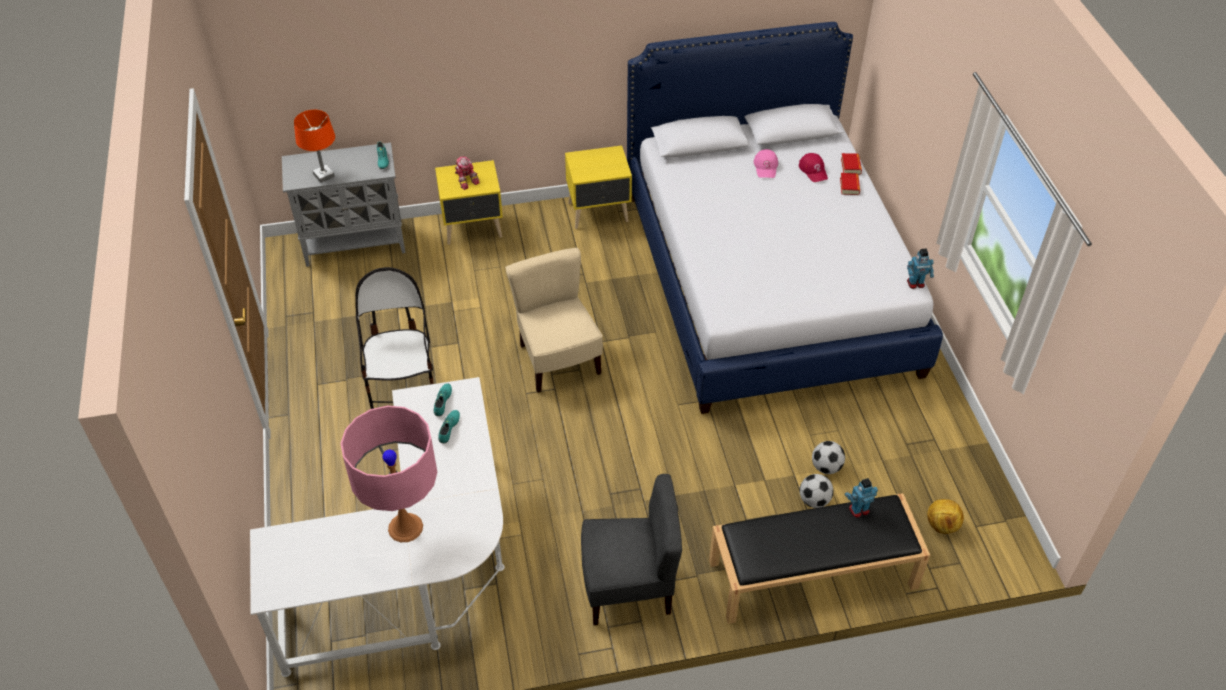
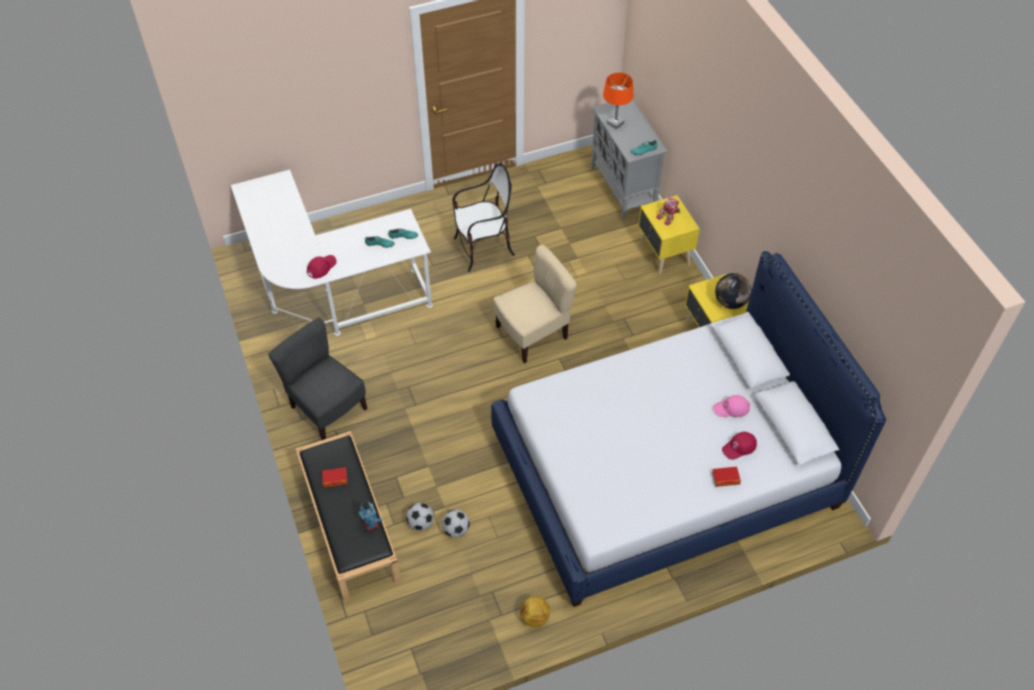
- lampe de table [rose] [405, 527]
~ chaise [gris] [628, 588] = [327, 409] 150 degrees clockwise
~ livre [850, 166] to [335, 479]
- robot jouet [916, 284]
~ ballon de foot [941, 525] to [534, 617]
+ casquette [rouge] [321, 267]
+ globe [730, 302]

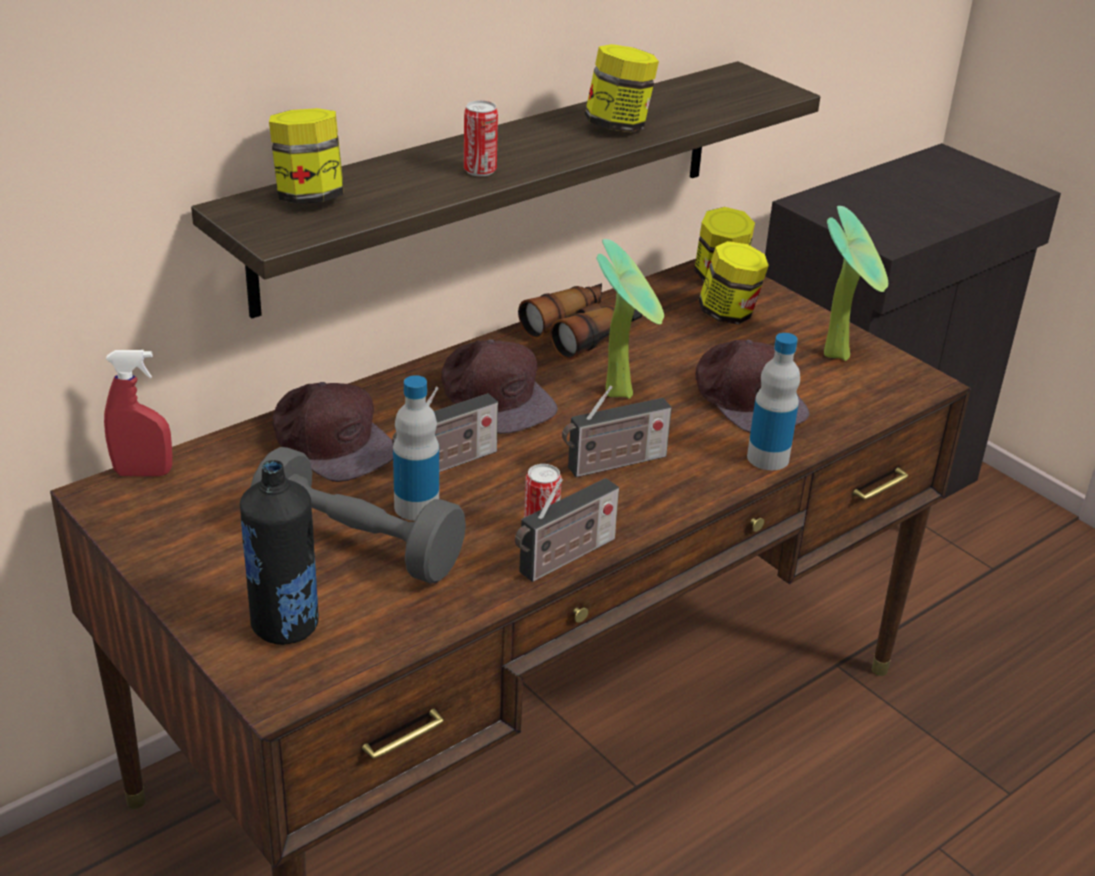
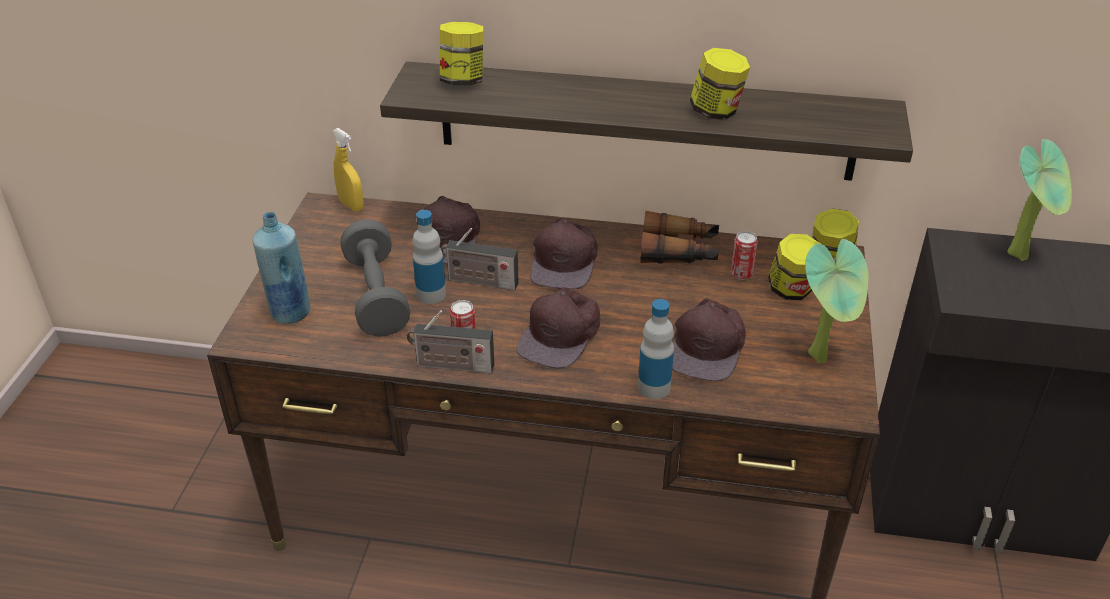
~ vaporisateur [rouge] [143, 473] to vaporisateur [jaune] [351, 205]
~ bouteille [noir] [285, 626] to bouteille [bleu] [290, 313]
~ boîte métallique [480, 171] to [741, 274]
~ radio [613, 464] to casquette [marron] [561, 334]
~ plante en pot [622, 391] to [1022, 255]

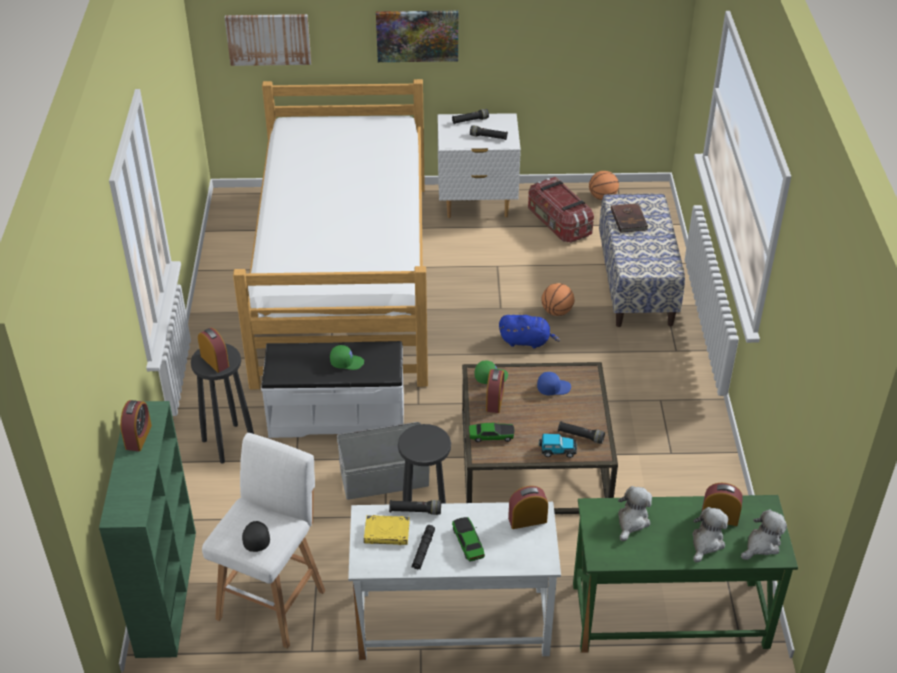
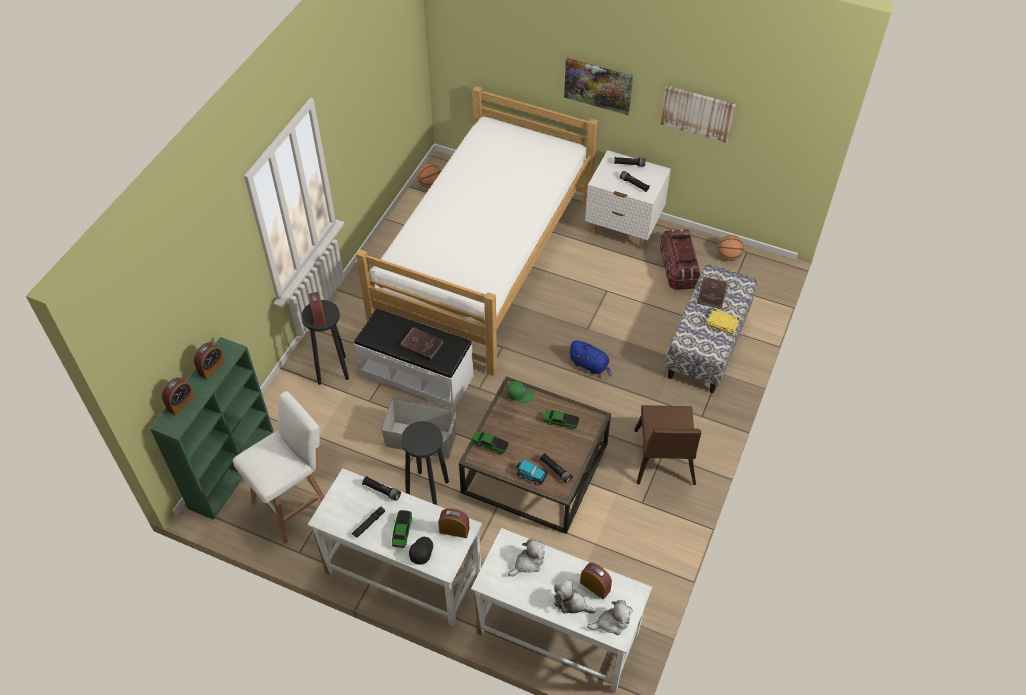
~ tableau [268, 39] to [697, 113]
~ casquette [noir] [255, 538] to [421, 551]
~ casquette [vert] [347, 362] to livre [marron] [422, 344]
~ livre [jaune] [387, 532] to [723, 323]
~ réveil [494, 401] to [181, 403]
~ casquette [bleu] [553, 388] to petite voiture [560, 422]
~ ballon de basket [557, 312] to [430, 184]
~ bureau [vert] [669, 616] to bureau [blanc] [557, 634]
~ peluche [706, 542] = [571, 603] 120 degrees counterclockwise
+ chaise [marron] [663, 462]

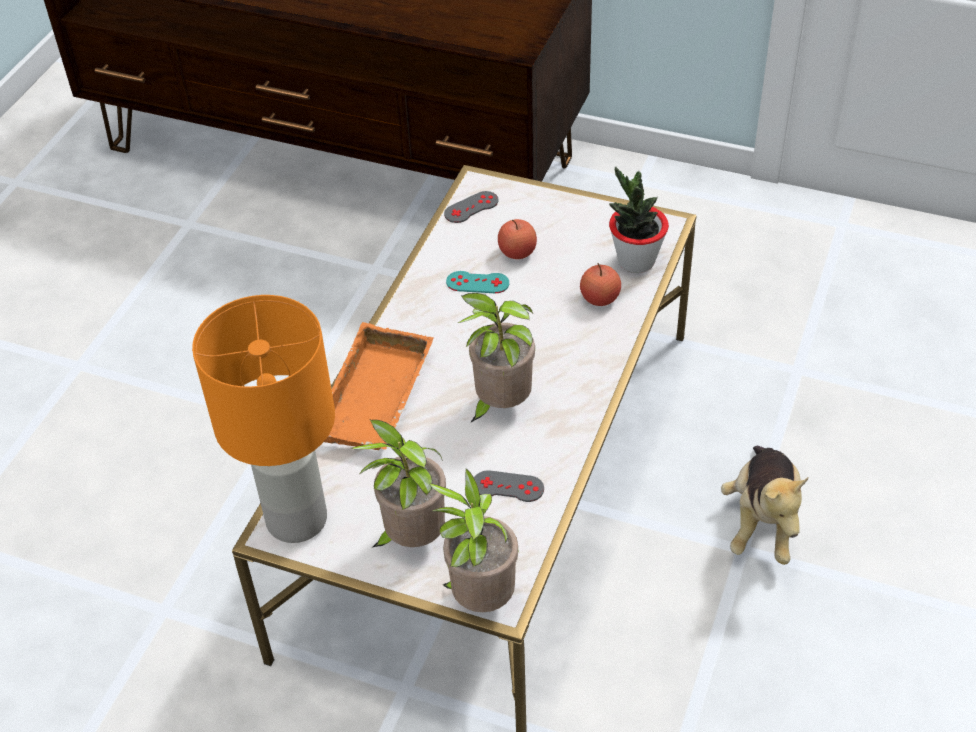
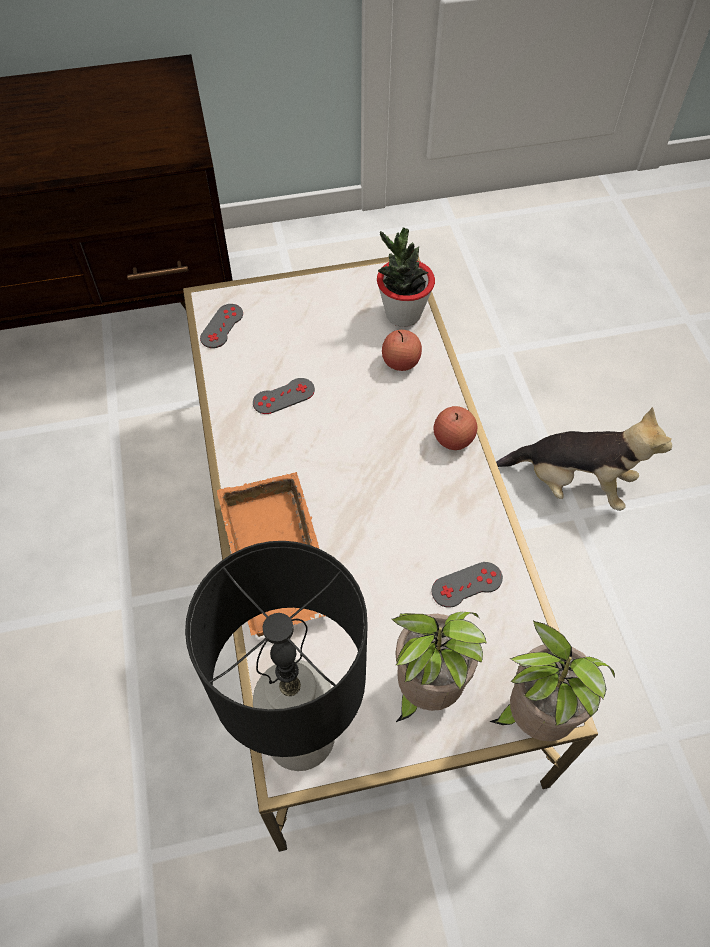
~ lampe de table [orange] [295, 520] to lampe de table [noir] [300, 738]
~ manette [turquoise] [477, 282] to manette [gris] [283, 396]
- plante en pot [499, 405]
~ pomme [517, 252] to [453, 439]
~ peluche [762, 521] = [573, 483] 45 degrees counterclockwise

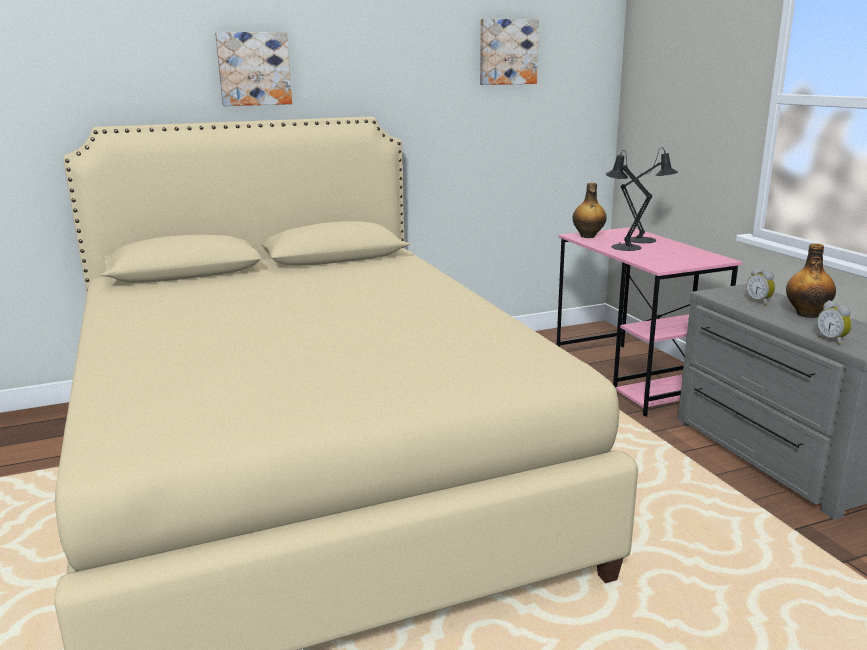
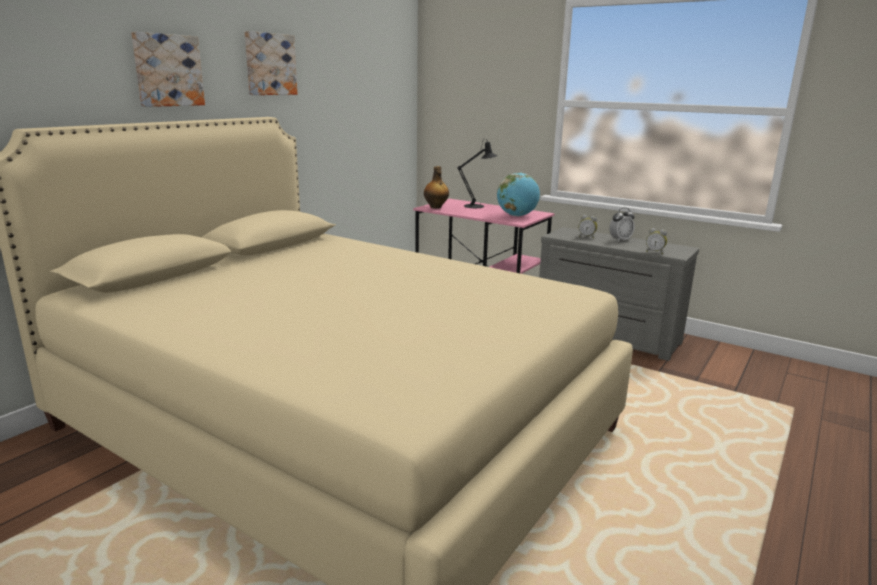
~ tableau [507, 52] to [269, 64]
- lampe de table [noir] [622, 246]
~ bouteille [807, 314] to réveil [620, 240]
+ globe [517, 216]

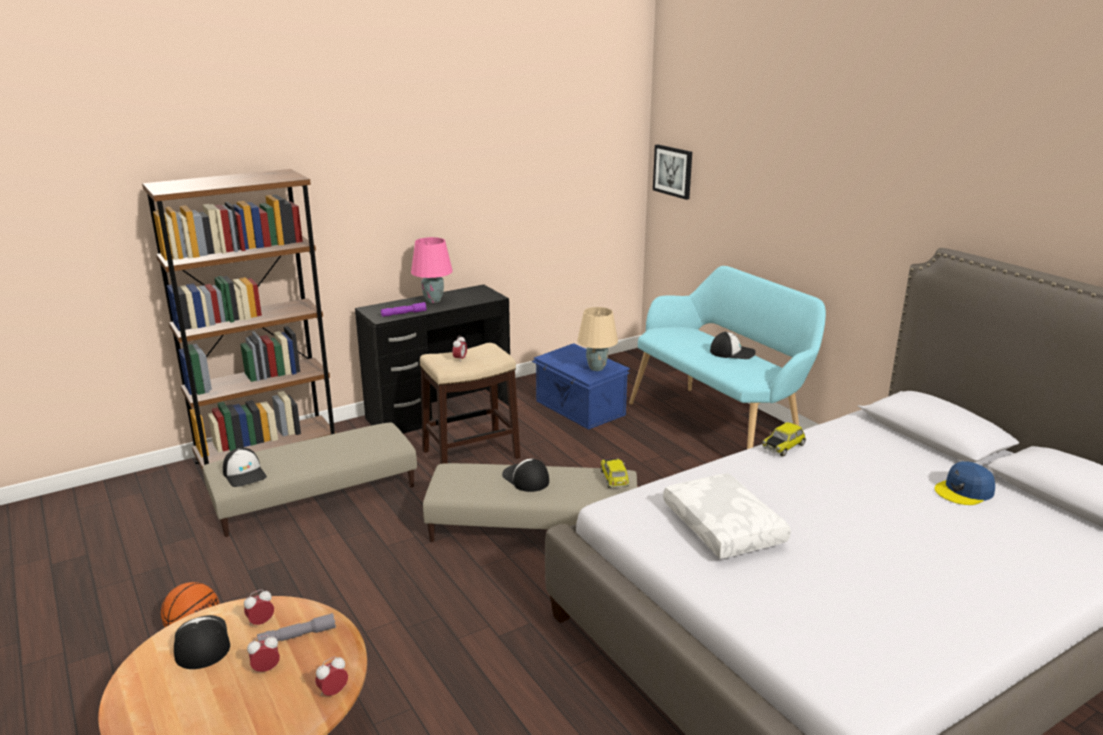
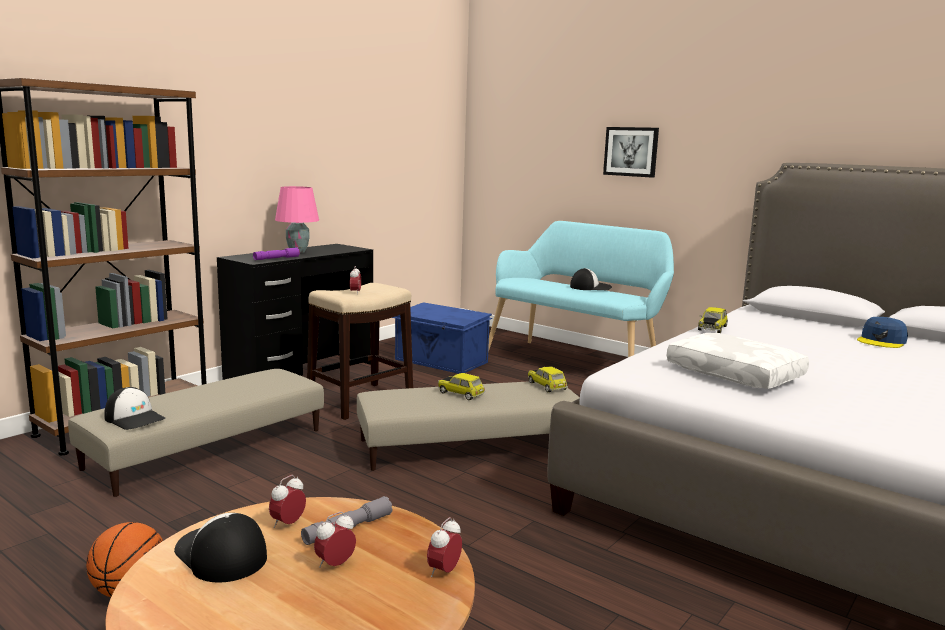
~ casquette [525, 478] to petite voiture [462, 393]
- lampe de table [beige] [596, 368]
~ tableau [673, 171] to [631, 151]

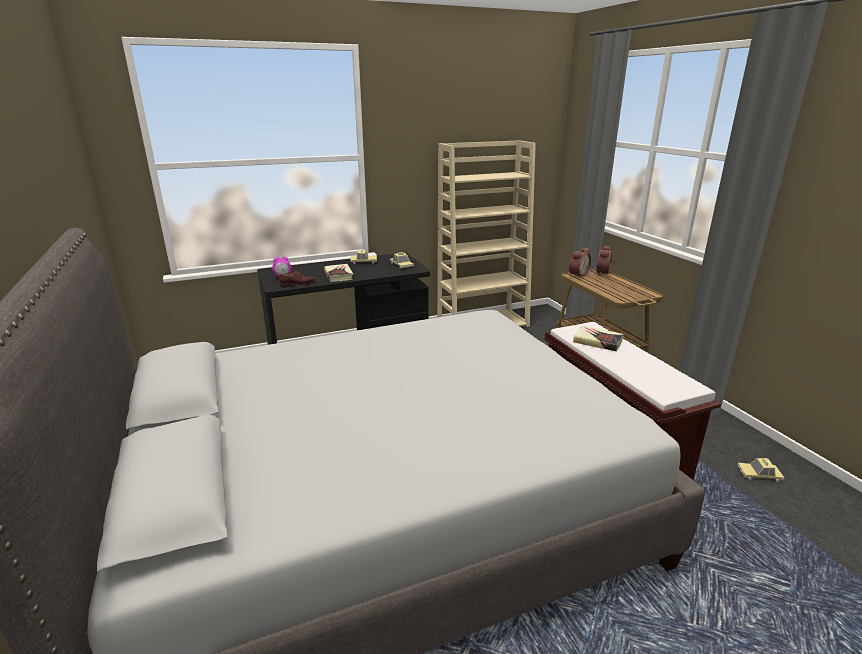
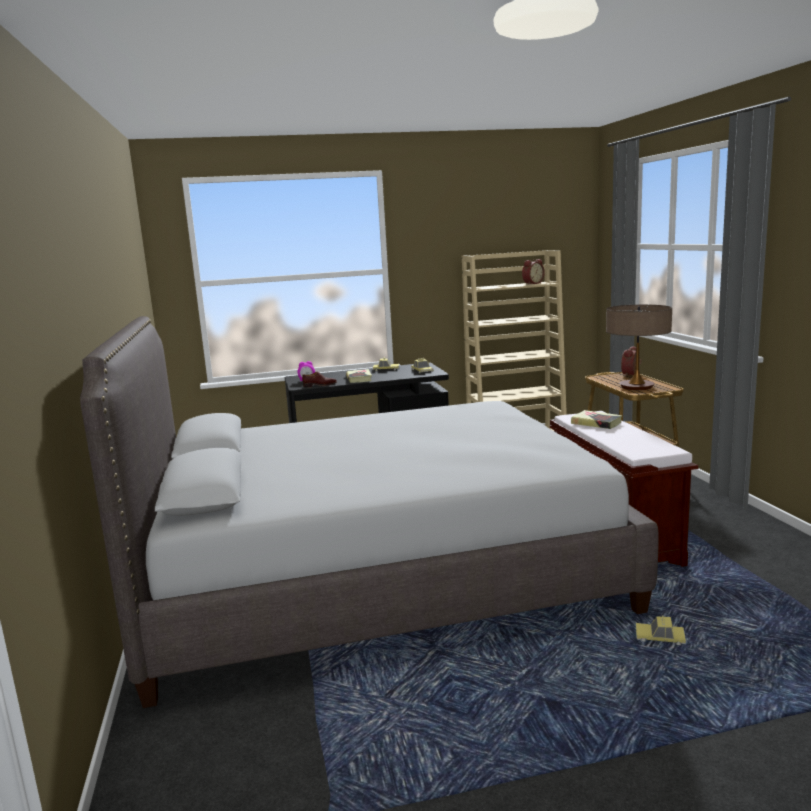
~ réveil [577, 274] to [532, 283]
~ petite voiture [759, 474] to [660, 637]
+ lampe de table [636, 387]

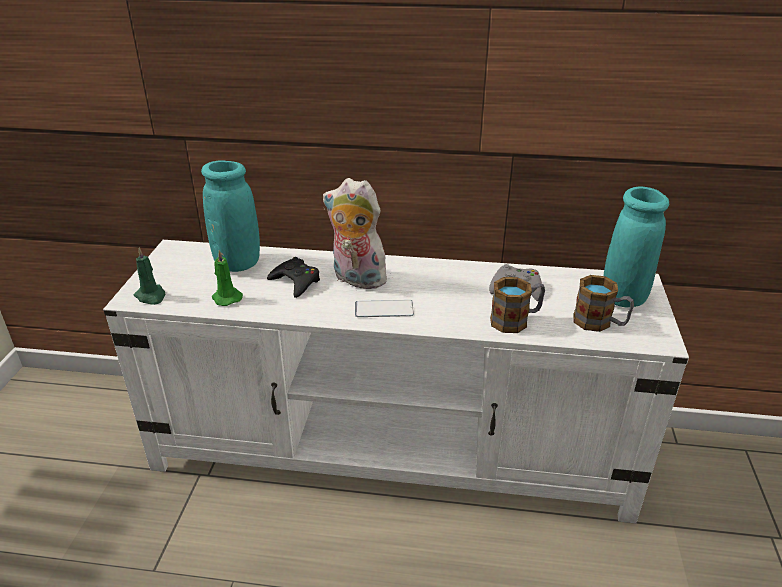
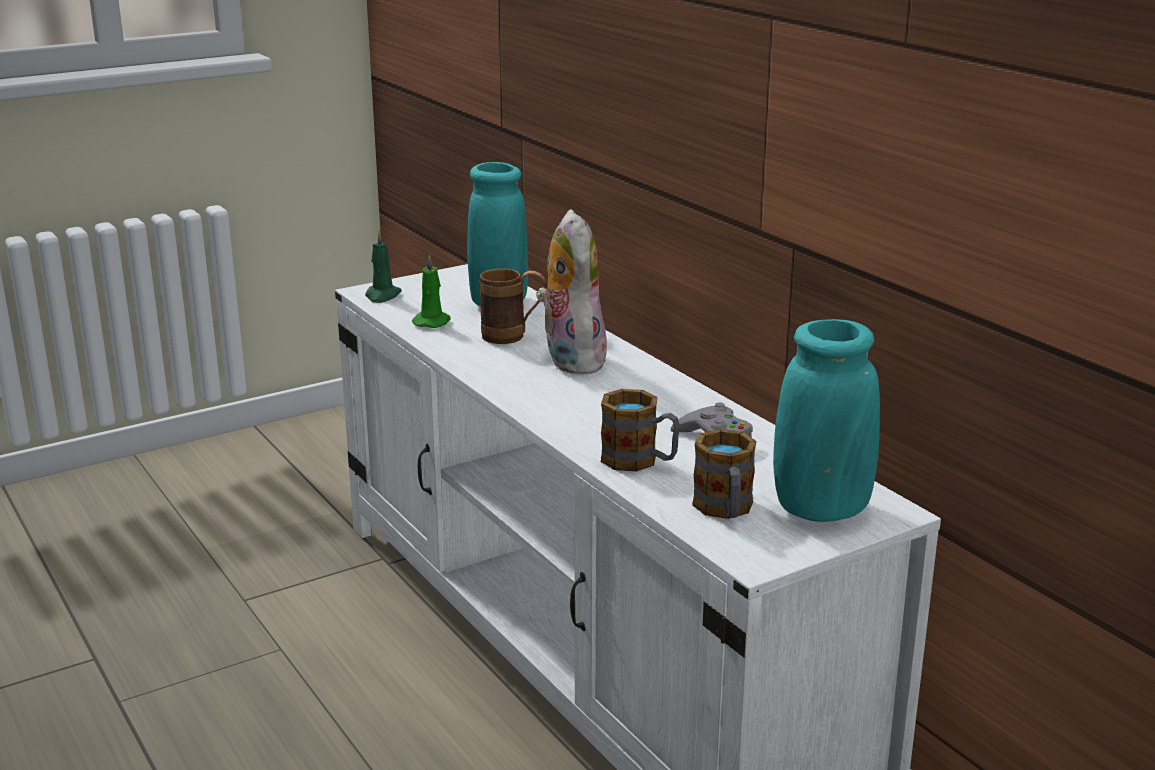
~ manette [noir] [296, 282] to mug [marron] [513, 337]
- téléphone [384, 309]

